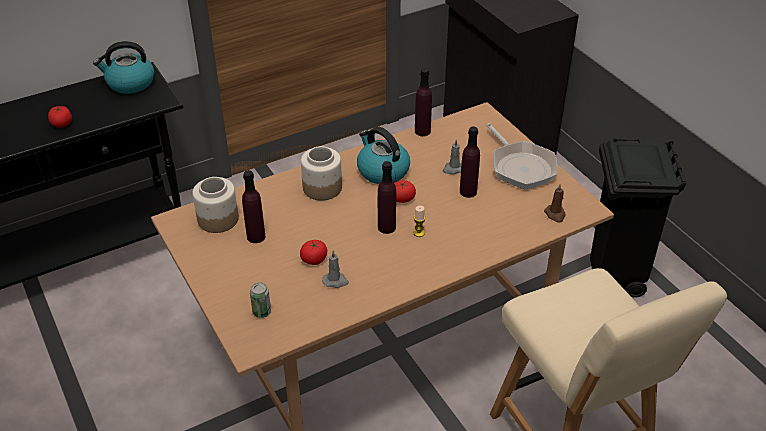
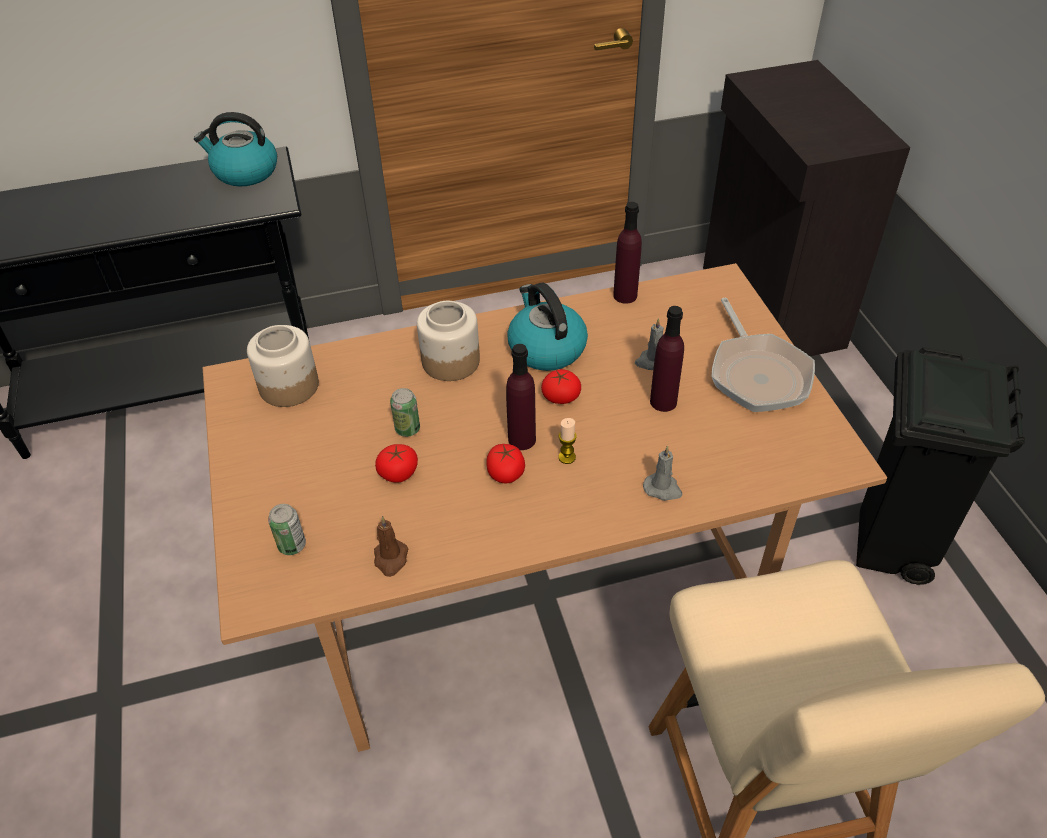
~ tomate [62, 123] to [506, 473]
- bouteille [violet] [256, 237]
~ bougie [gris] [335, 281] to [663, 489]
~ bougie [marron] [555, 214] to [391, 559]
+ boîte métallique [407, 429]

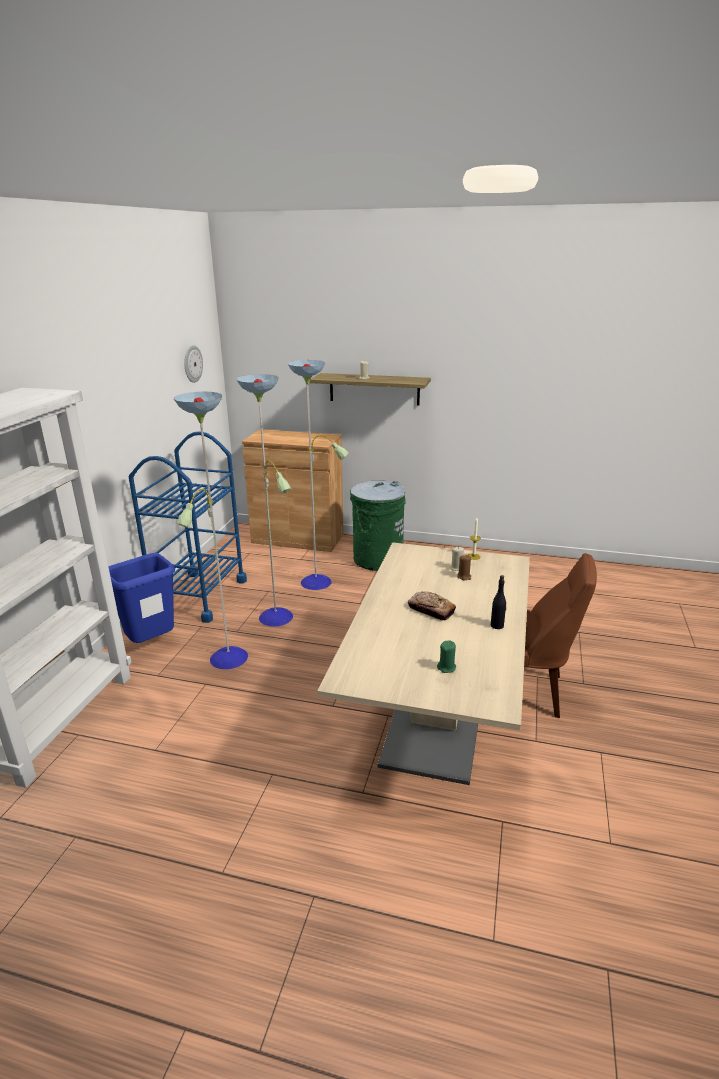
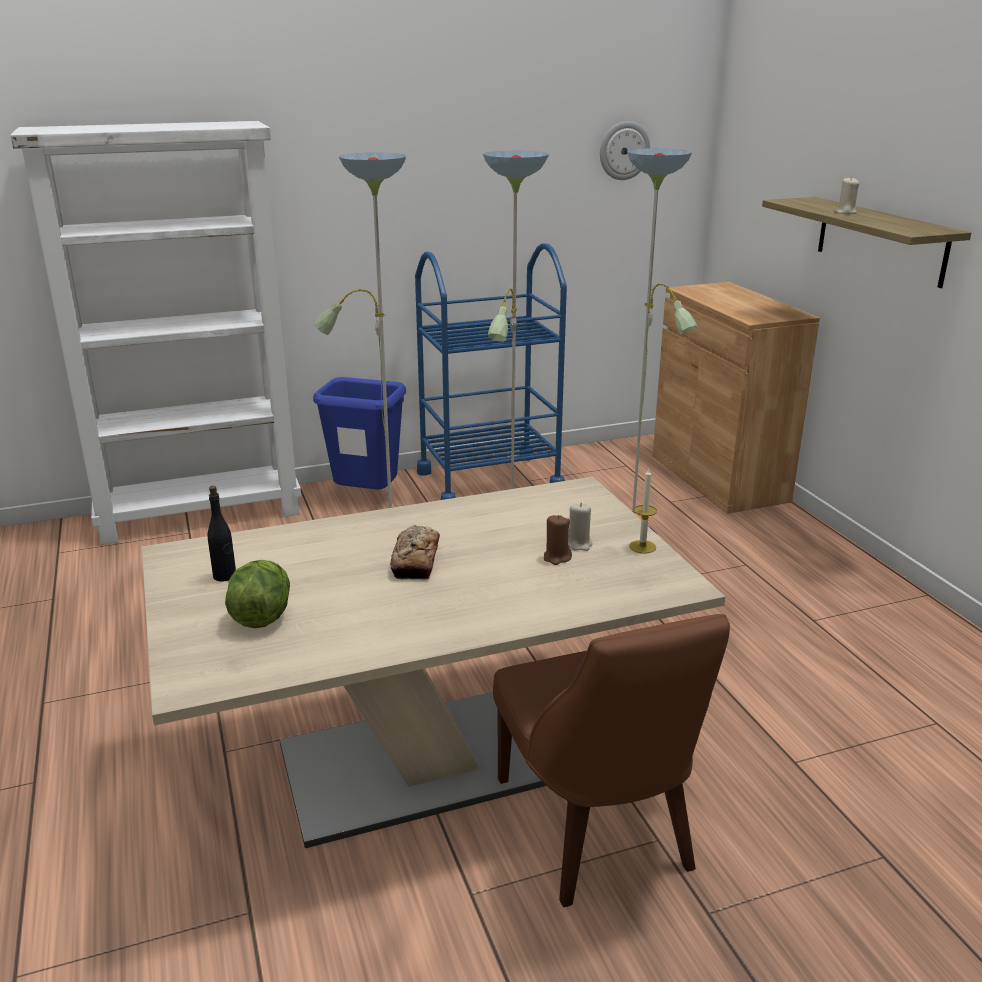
- poubelle [vert] [377, 559]
~ bougie [vert] [446, 667] to laitue [262, 615]
~ bouteille [noir] [497, 625] to [225, 576]

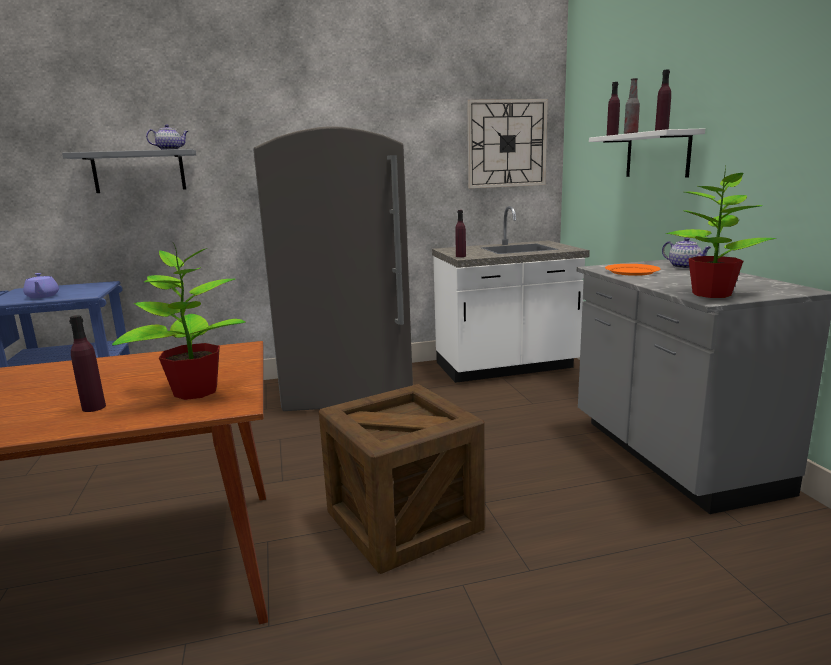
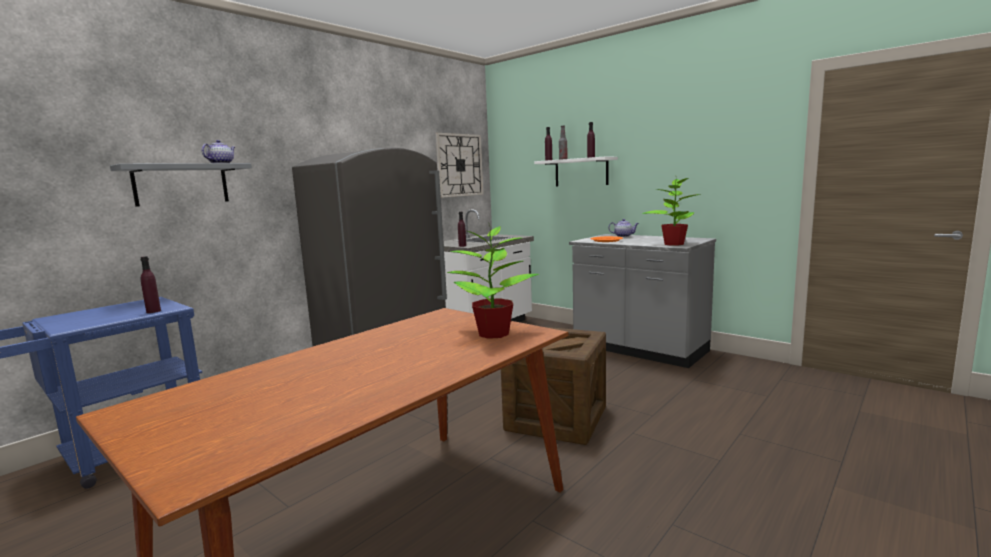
- théière [violet] [42, 296]
~ bouteille [violet] [94, 407] to [153, 311]

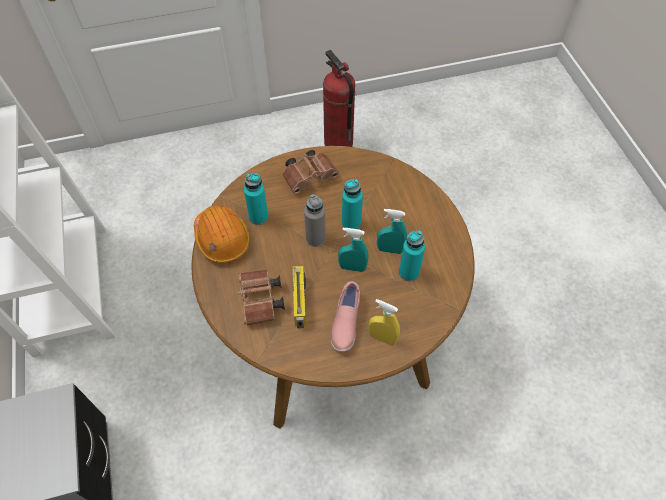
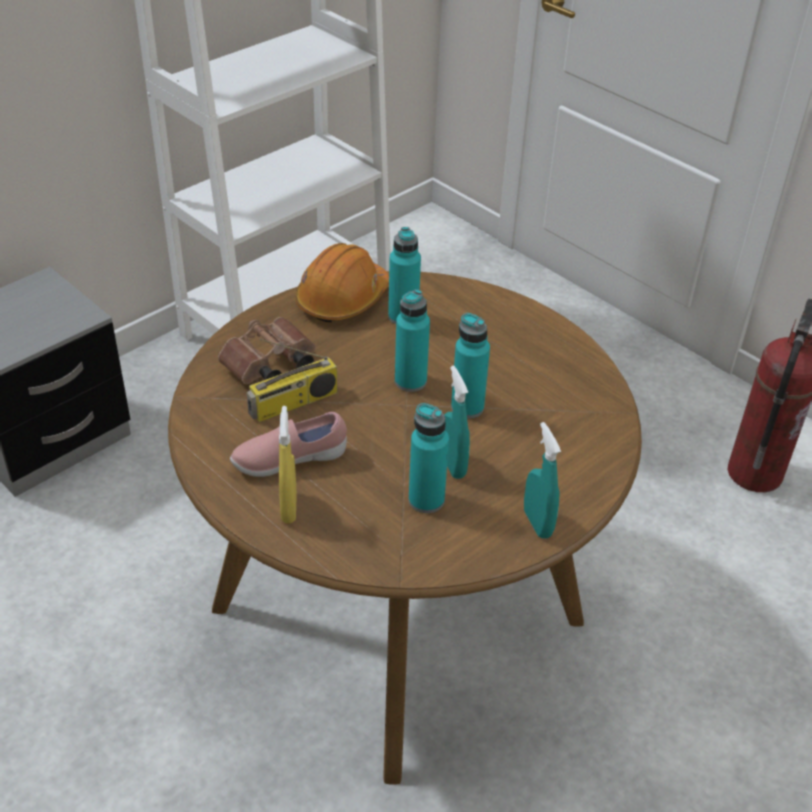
- jumelles [marron] [310, 177]
~ bouteille [gris] [315, 238] to bouteille [turquoise] [410, 381]
~ vaporisateur [turquoise] [352, 267] to [537, 523]

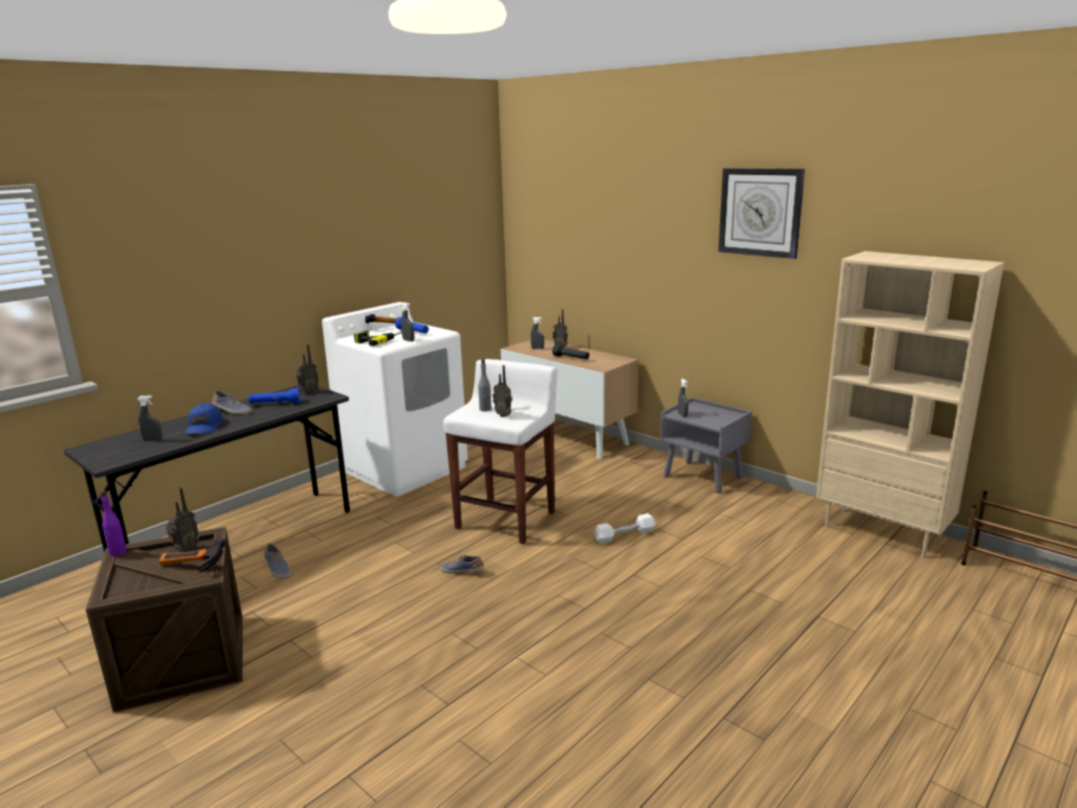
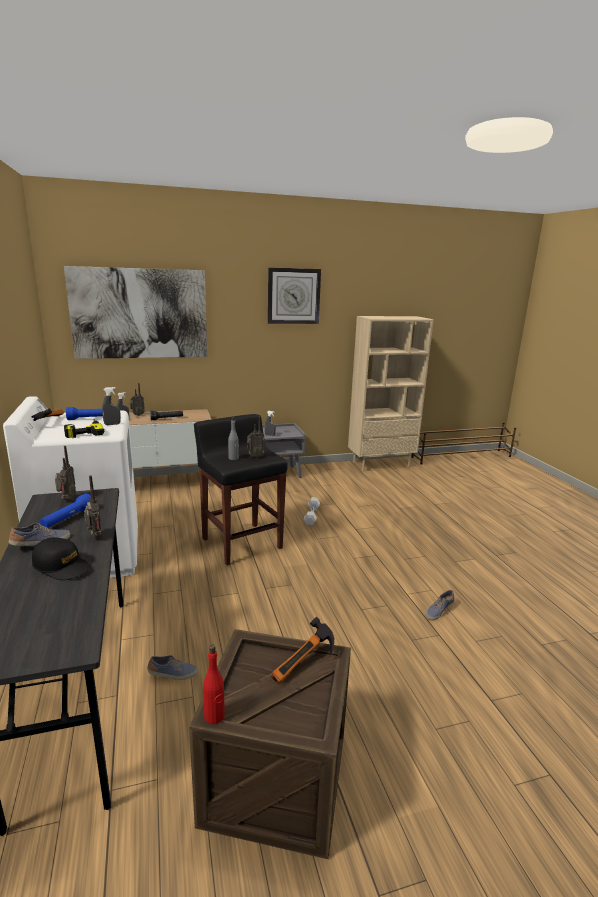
~ bouteille [violet] [117, 552] to bouteille [rouge] [214, 716]
- vaporisateur [gris] [153, 440]
~ radio [185, 550] to [94, 537]
~ casquette [bleu] [204, 426] to casquette [noir] [62, 566]
~ chaussure [462, 571] to [438, 610]
~ tabouret [blanc] [507, 519] to tabouret [noir] [241, 543]
+ tableau [140, 313]

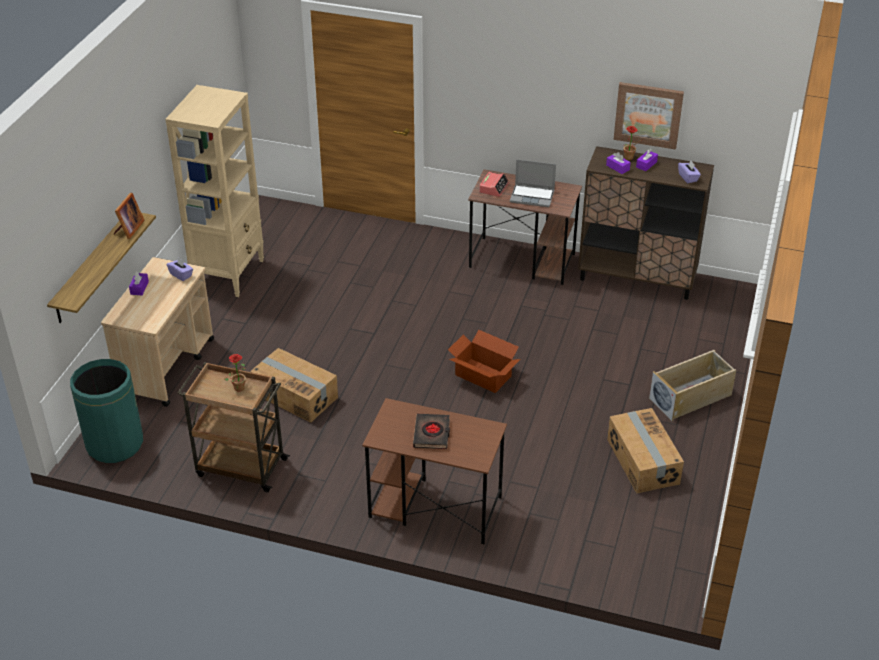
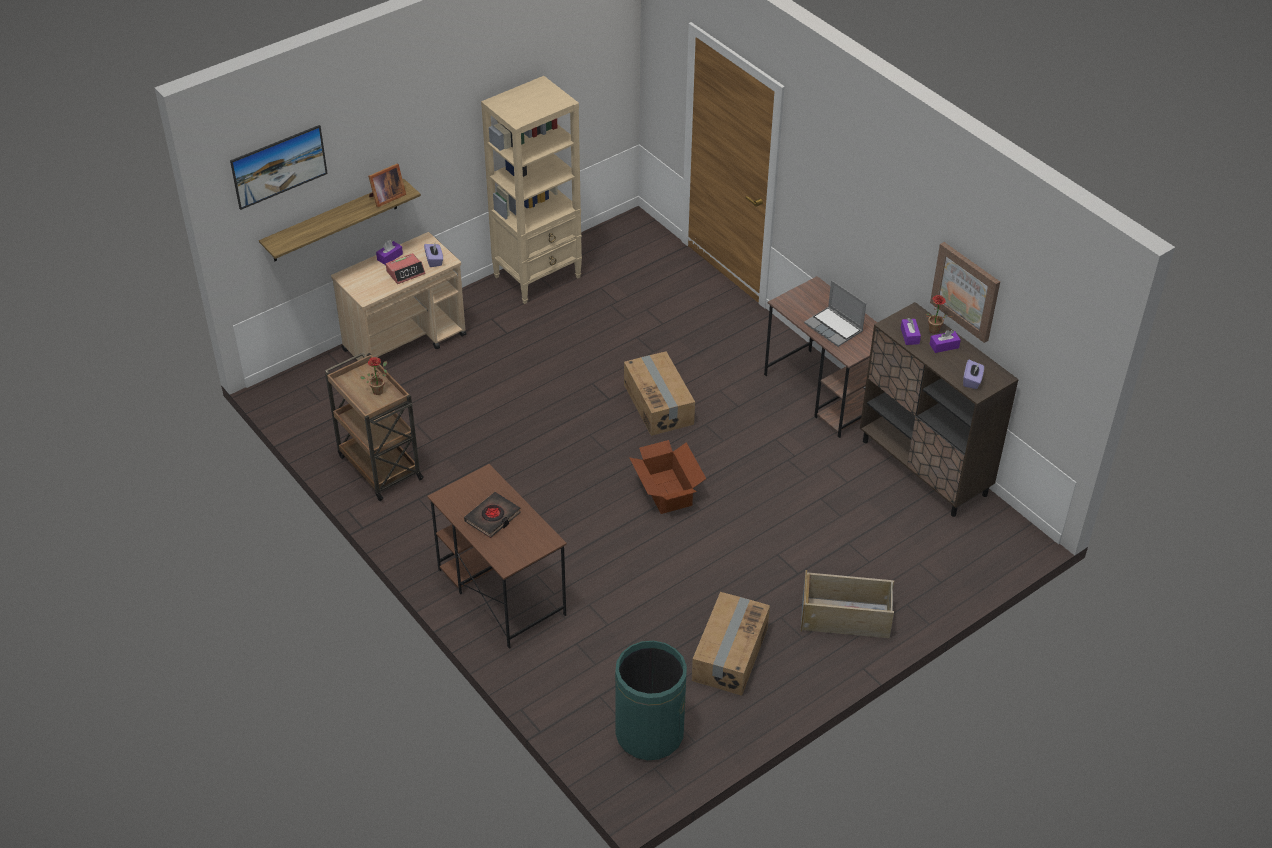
~ poubelle [vert] [114, 444] to [649, 733]
~ carton [295, 395] to [659, 404]
~ réveil [494, 188] to [406, 272]
+ tableau [281, 178]

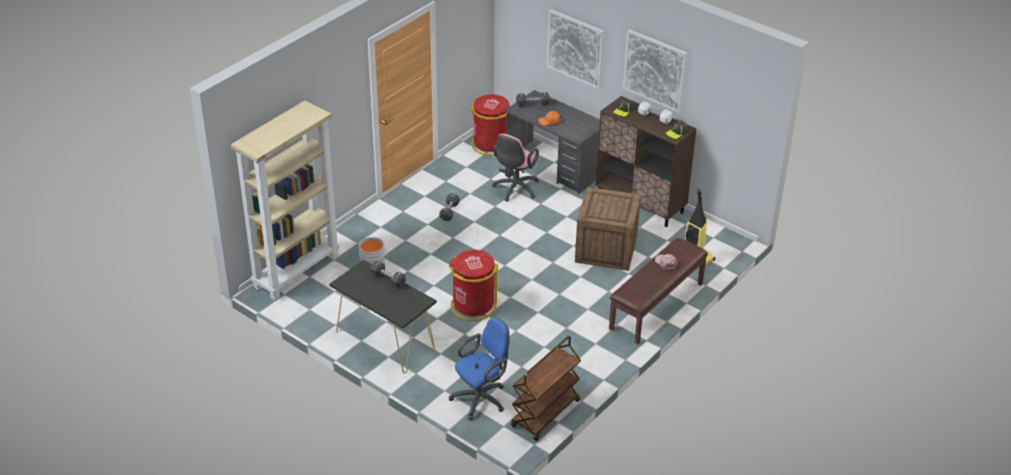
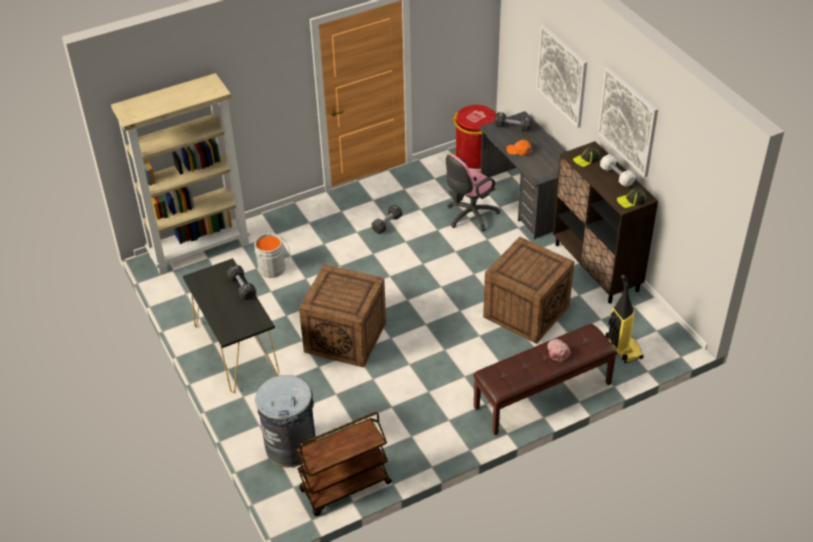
~ poubelle [rouge] [473, 306] to caisse [346, 337]
~ chaise de bureau [bleu] [482, 398] to poubelle [gris] [291, 446]

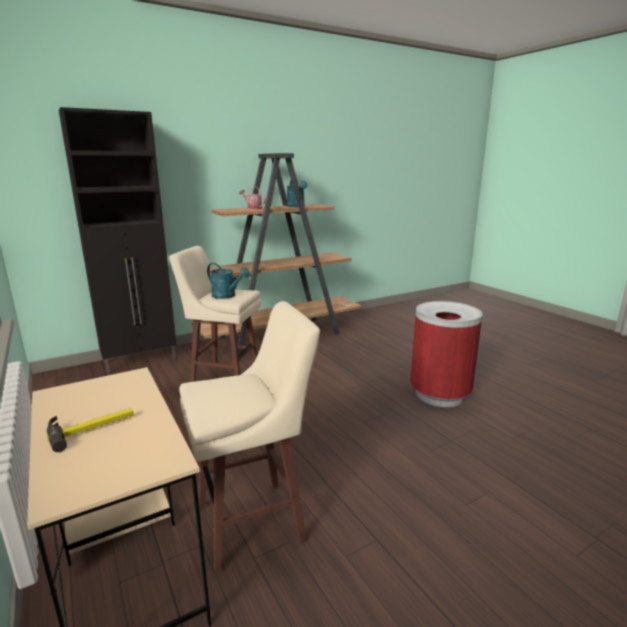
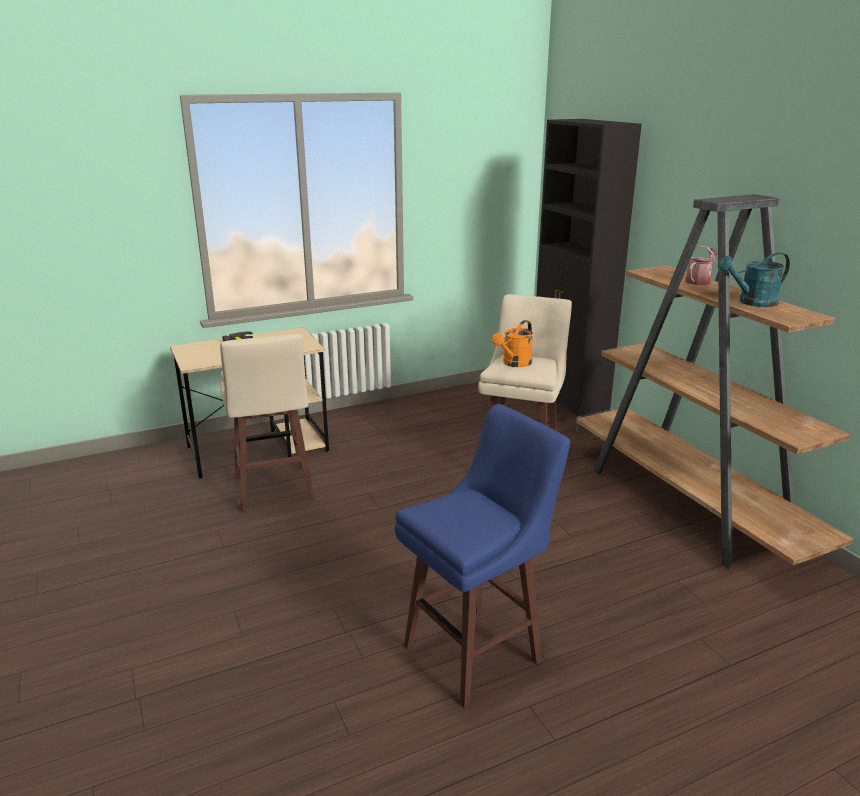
~ arrosoir [turquoise] [227, 296] to arrosoir [orange] [514, 363]
~ poubelle [rouge] [439, 394] to tabouret [bleu] [476, 653]

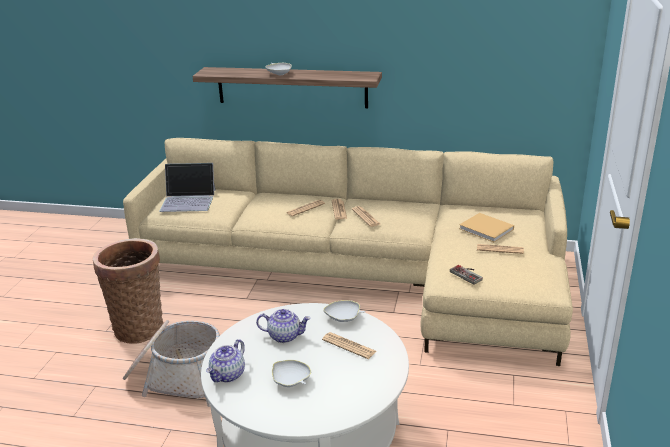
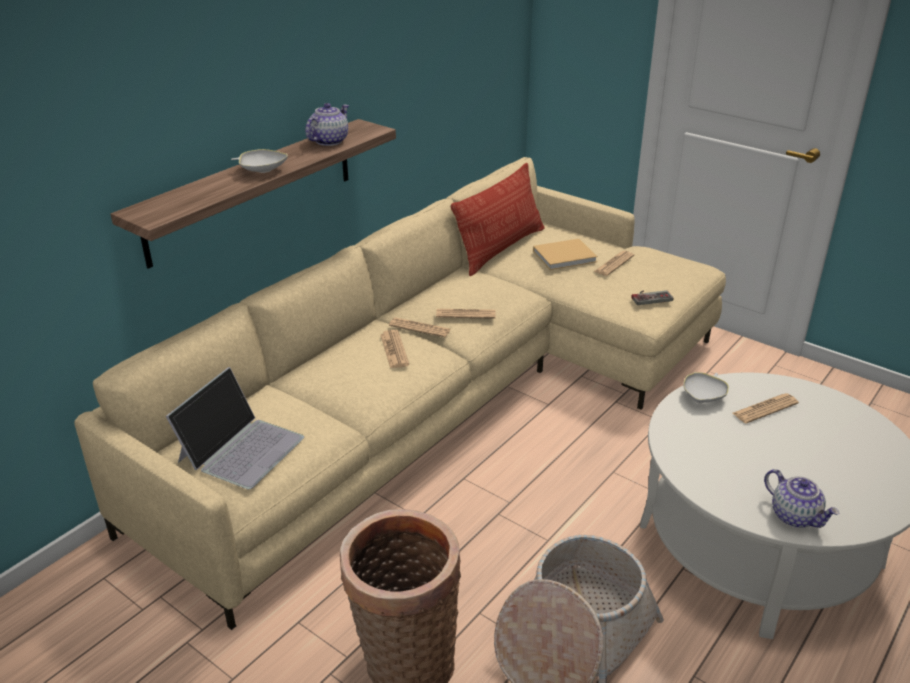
~ théière [285, 336] to [329, 141]
- bol [blanc] [291, 381]
+ coussin [500, 249]

